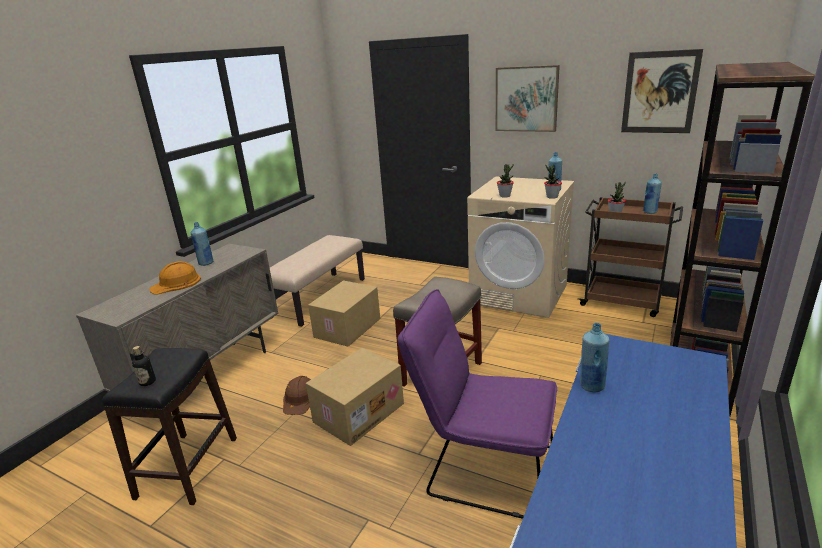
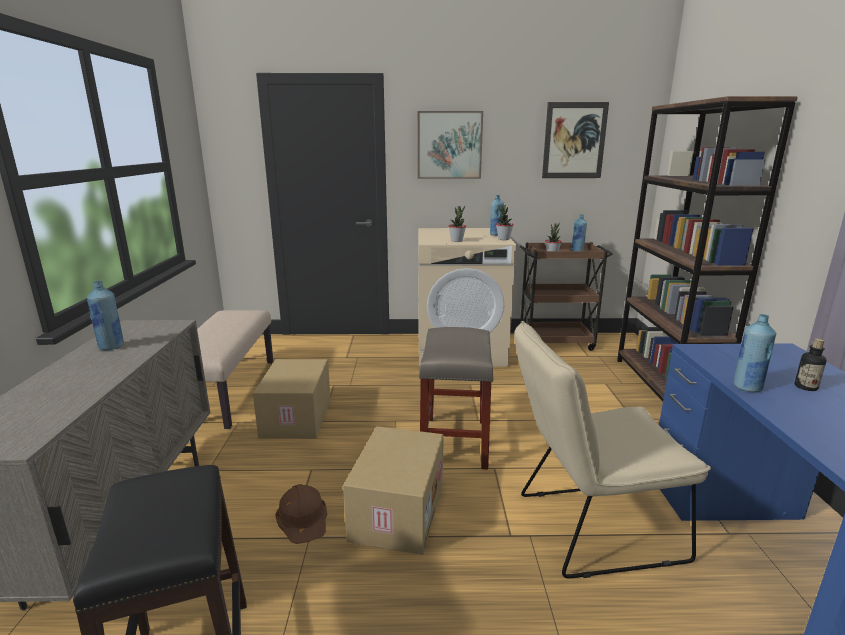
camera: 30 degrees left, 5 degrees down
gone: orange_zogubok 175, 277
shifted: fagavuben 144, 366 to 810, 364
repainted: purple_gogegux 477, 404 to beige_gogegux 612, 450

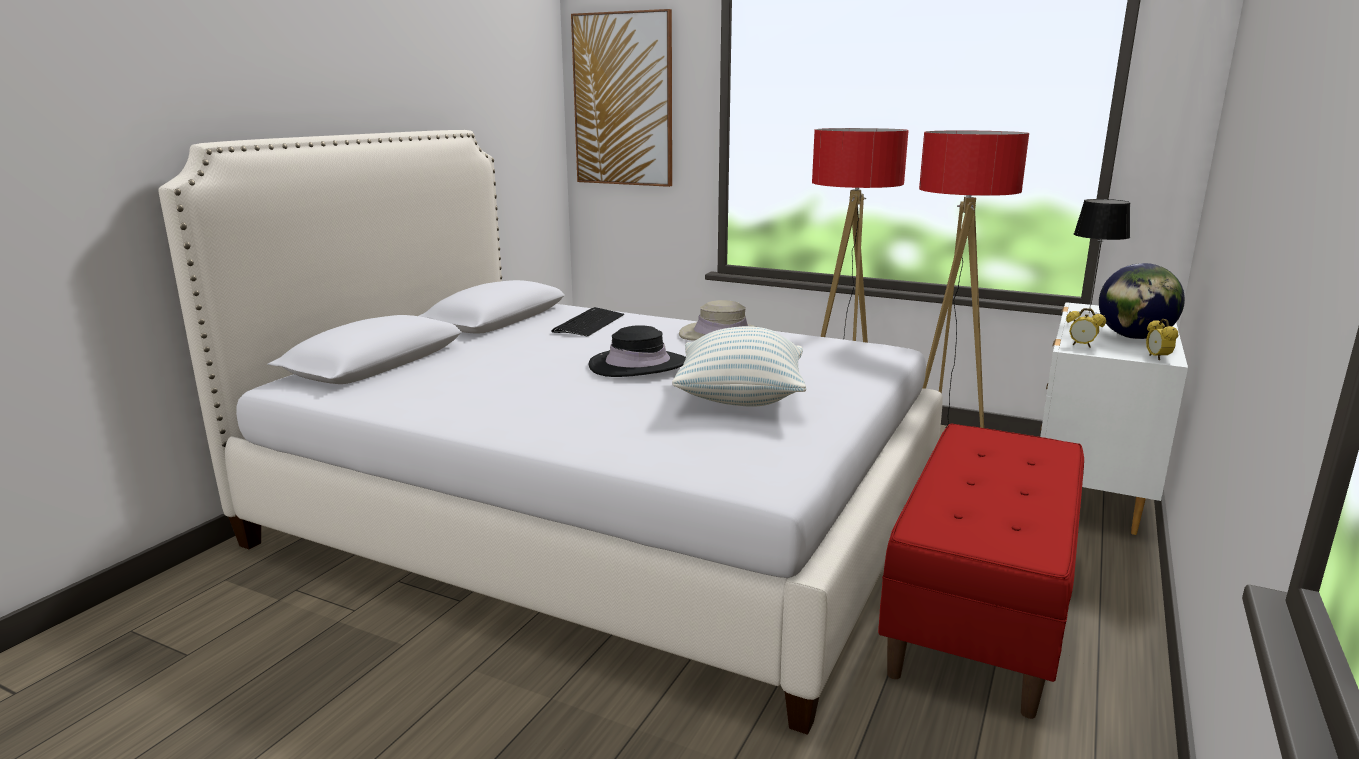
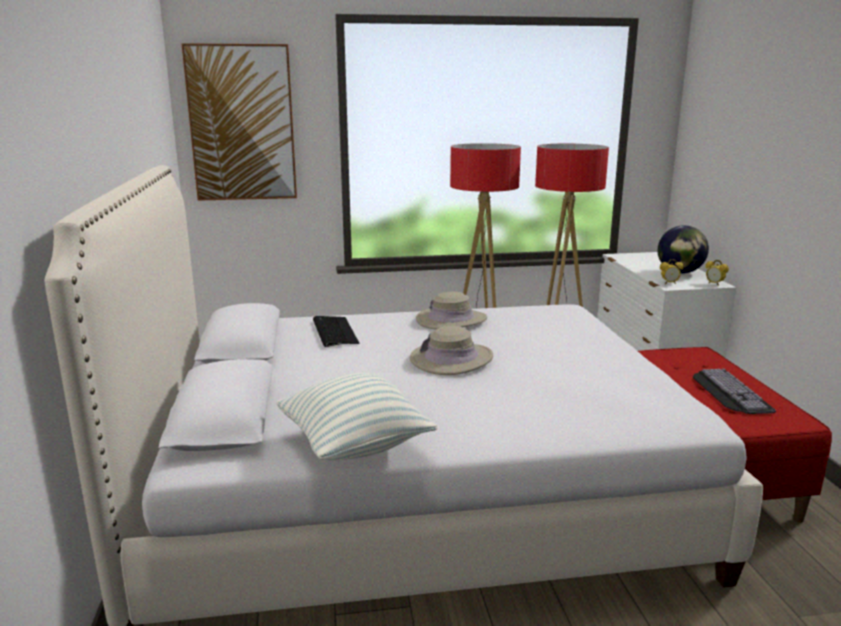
camera: 35 degrees left, 0 degrees up
gone: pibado 1102, 258
new: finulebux 734, 391
shifted: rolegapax 739, 366 to 357, 417
repainted: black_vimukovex 637, 351 to beige_vimukovex 451, 350

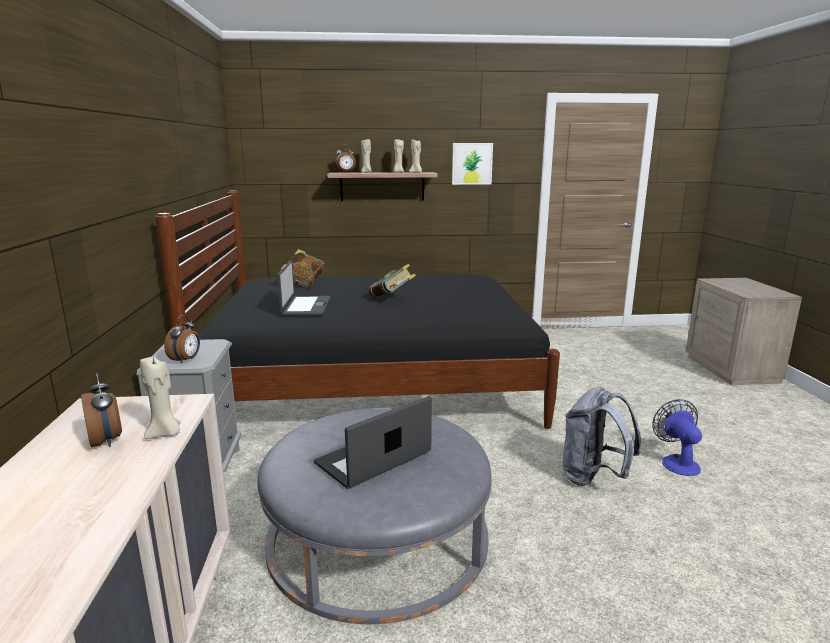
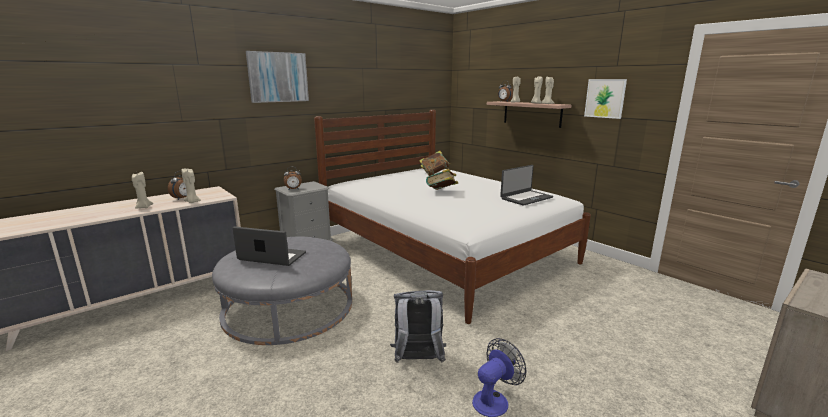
camera: 55 degrees right, 0 degrees up
new: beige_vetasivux 142, 190; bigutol 277, 77
shifted: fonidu 304, 288 to 526, 185
repainted: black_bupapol 357, 309 to white_bupapol 452, 217

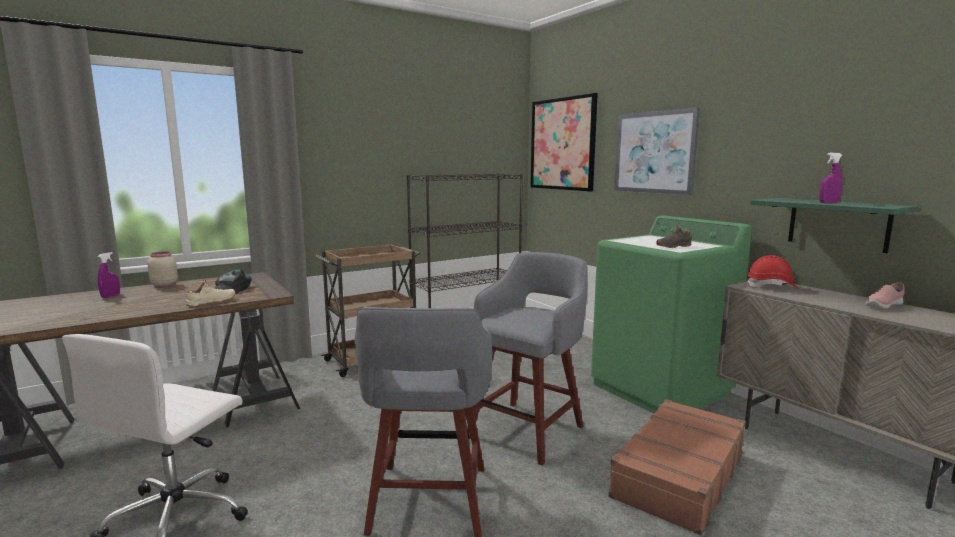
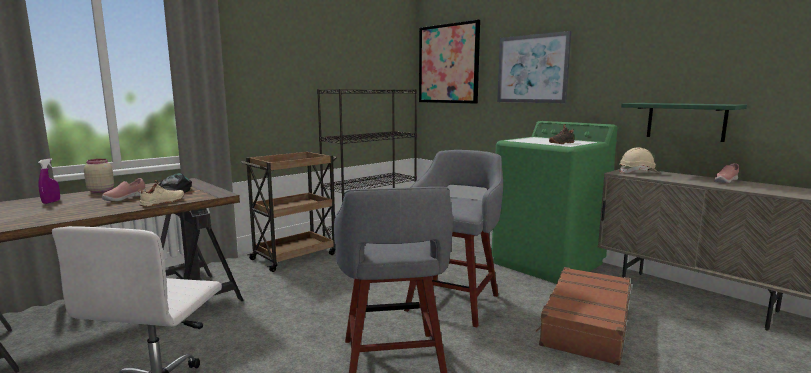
camera: 10 degrees left, 0 degrees up
gone: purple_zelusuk 831, 178
new: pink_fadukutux 124, 189
repainted: red_zogubok 772, 272 to beige_zogubok 639, 160

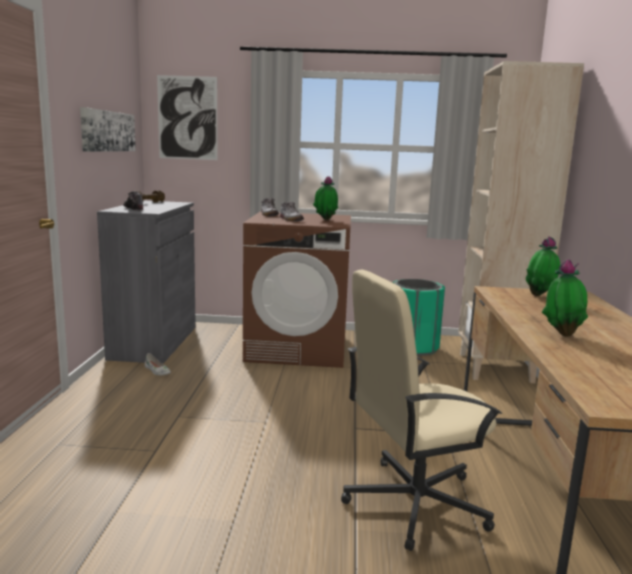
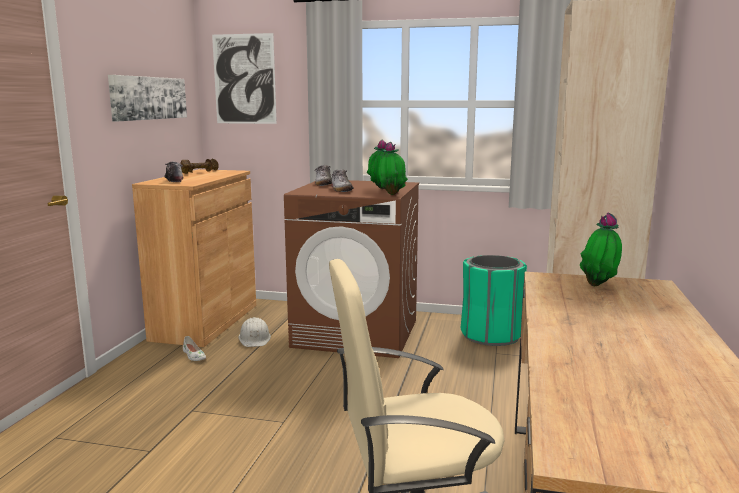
camera: 10 degrees right, 0 degrees up
new: white_zogubok 255, 332
shifted: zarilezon 565, 298 to 393, 168
repainted: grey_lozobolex 146, 282 to brown_lozobolex 194, 258

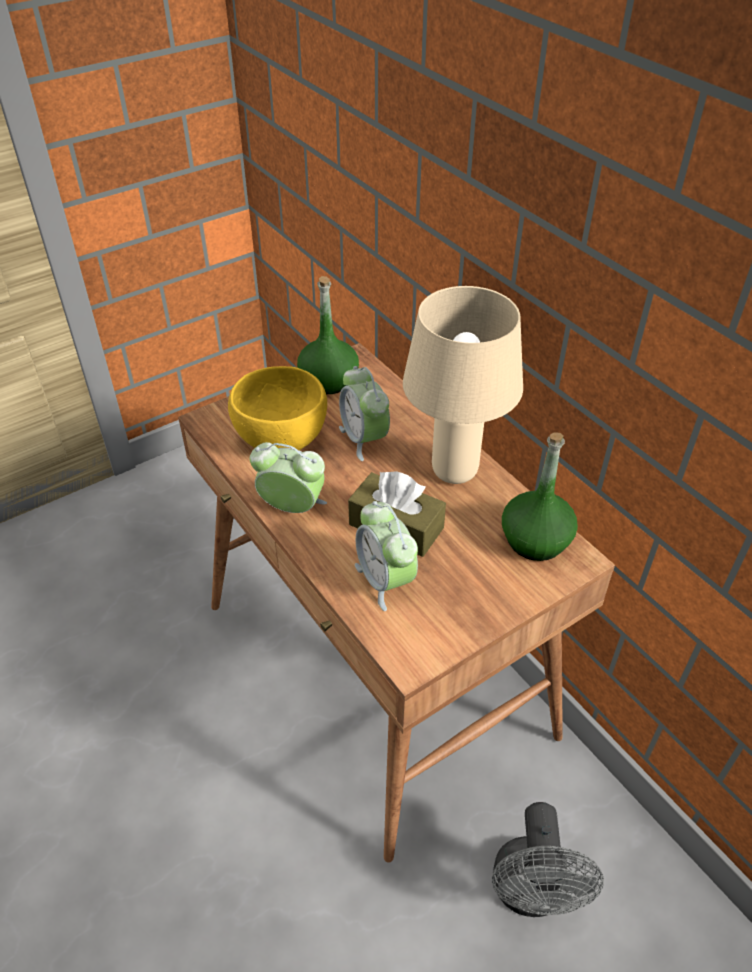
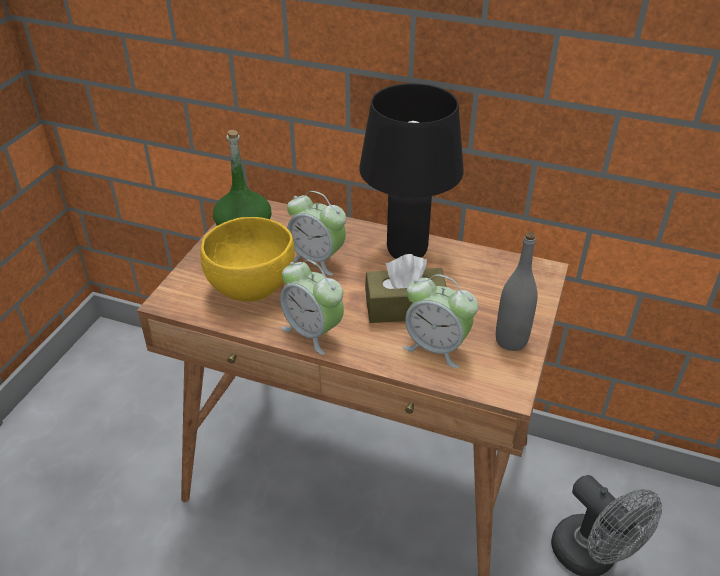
camera: 35 degrees left, 5 degrees down
gone: green_fagavuben 540, 496
new: grey_fagavuben 517, 291
repainted: beige_pibado 463, 385 to black_pibado 411, 171
rotated: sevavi 288, 477 = 312, 307 120 degrees counterclockwise

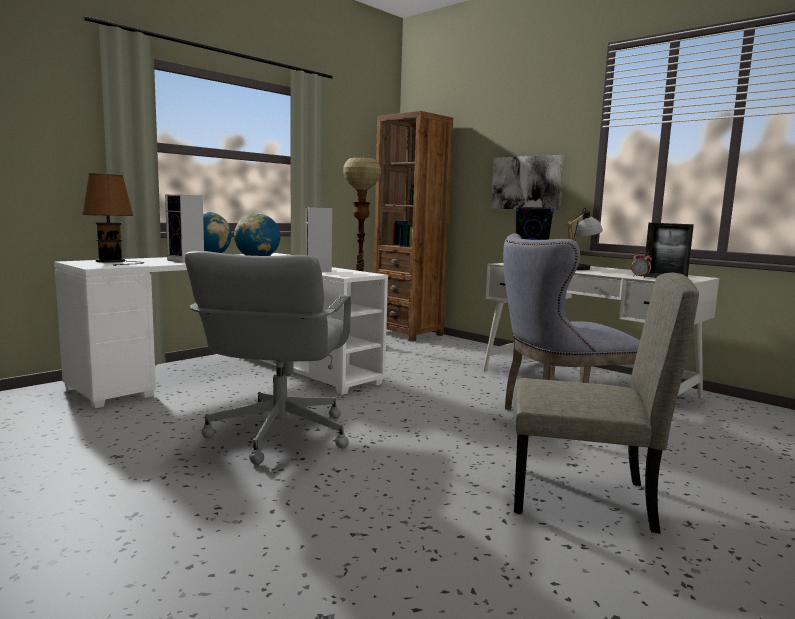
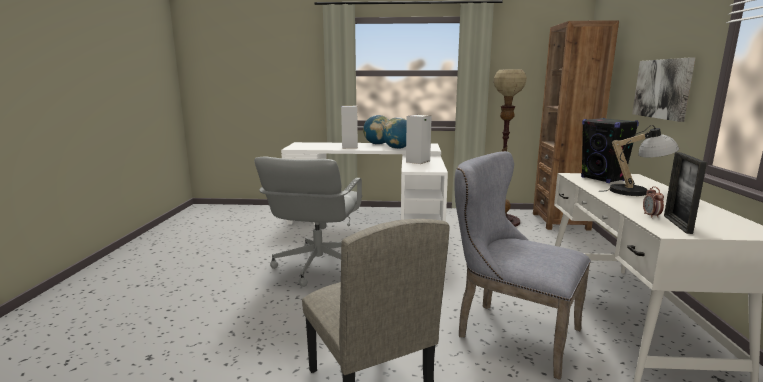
camera: 50 degrees right, 5 degrees up
gone: brown_pibado 113, 220
rotated: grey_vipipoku 267, 358 = 308, 222 45 degrees counterclockwise

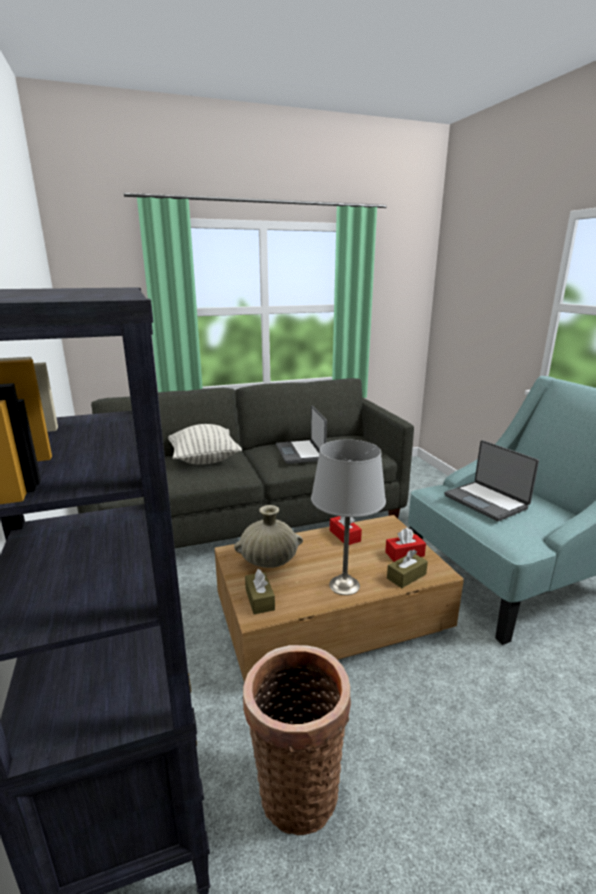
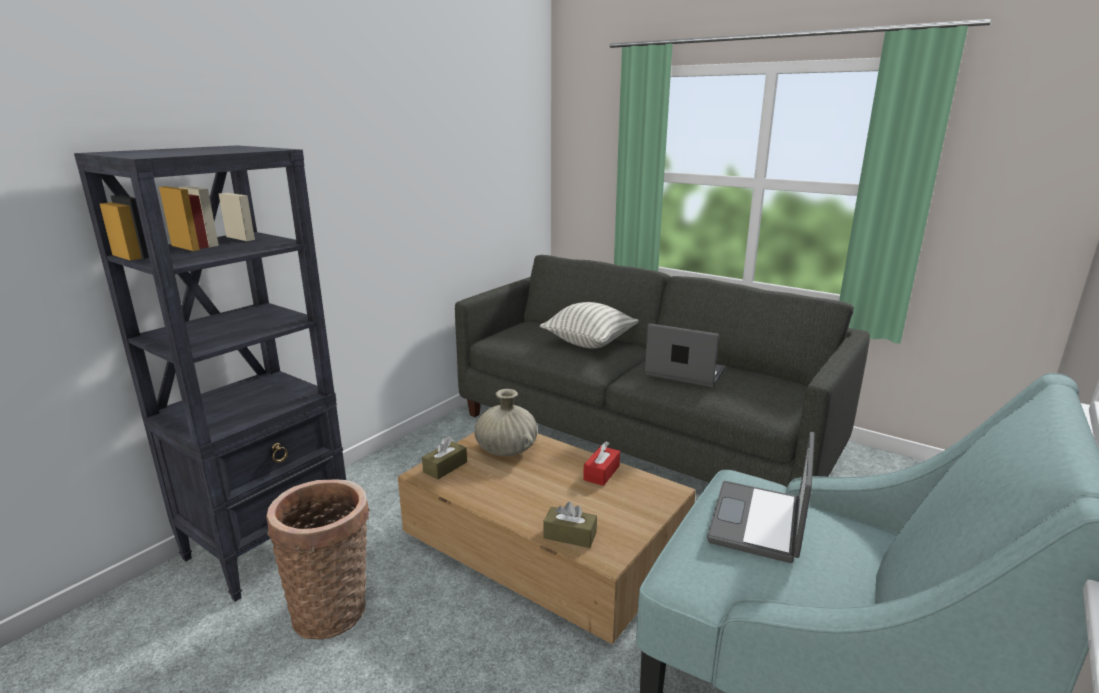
camera: 55 degrees right, 0 degrees up
gone: grey_pibado 348, 517; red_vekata 405, 545
rotated: fonidu 301, 435 = 685, 356 75 degrees clockwise

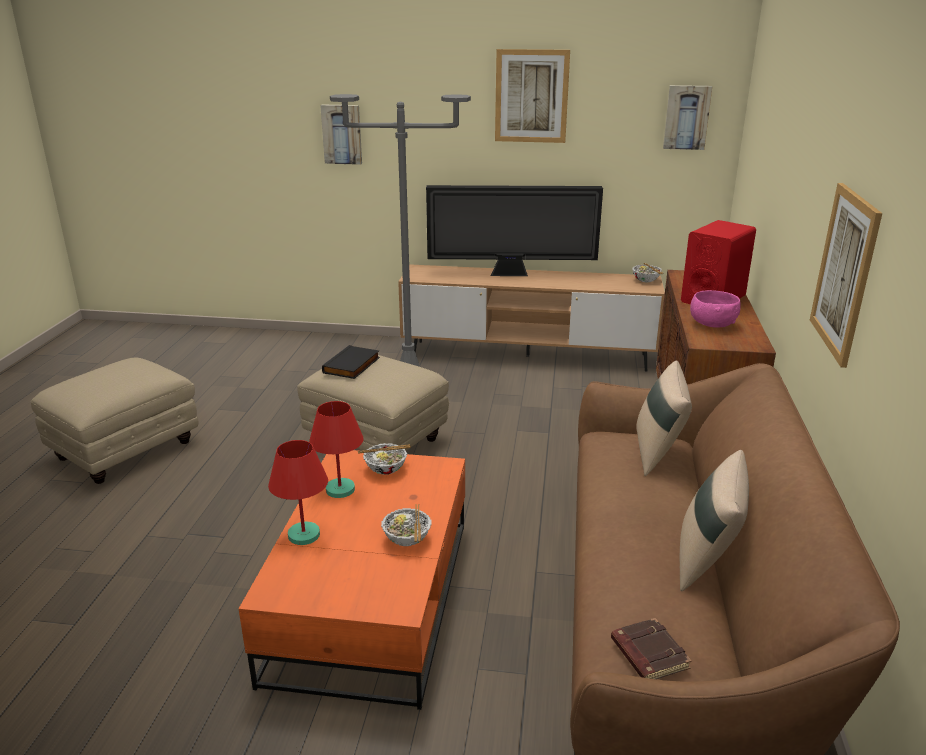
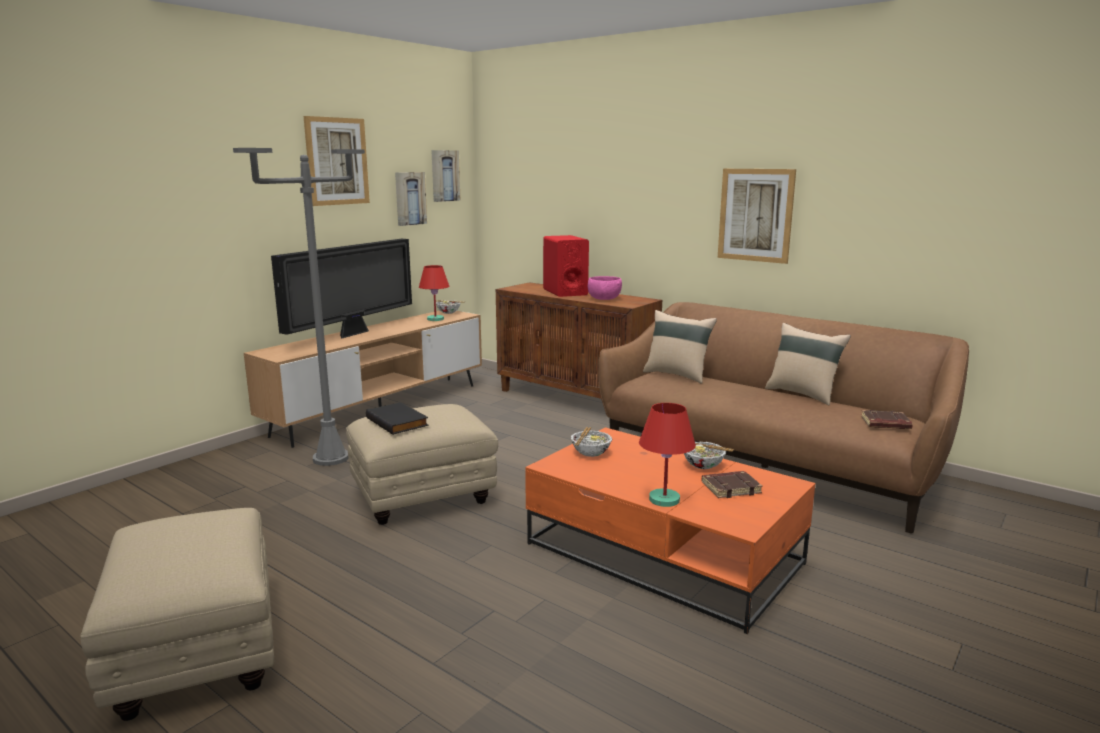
camera: 60 degrees left, 10 degrees down
new: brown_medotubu 732, 484
shifted: red_pibado 336, 449 to 434, 293; bigutol 341, 135 to 411, 199

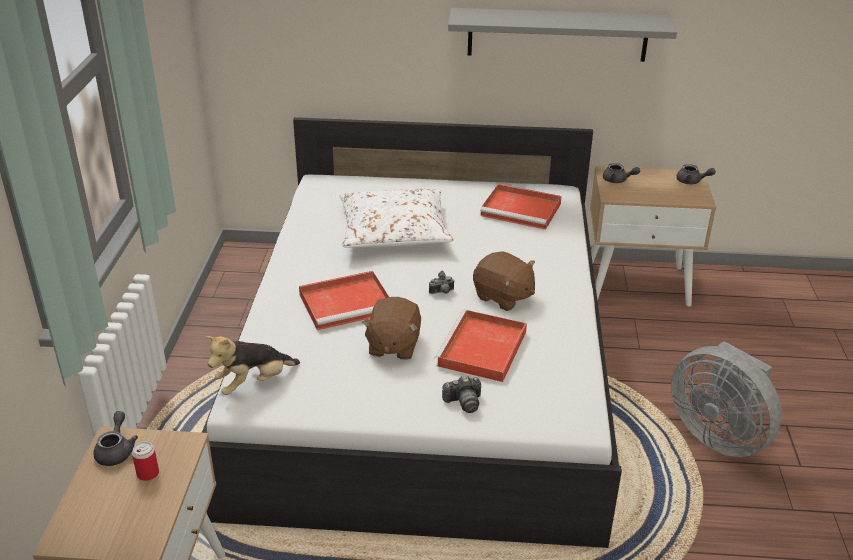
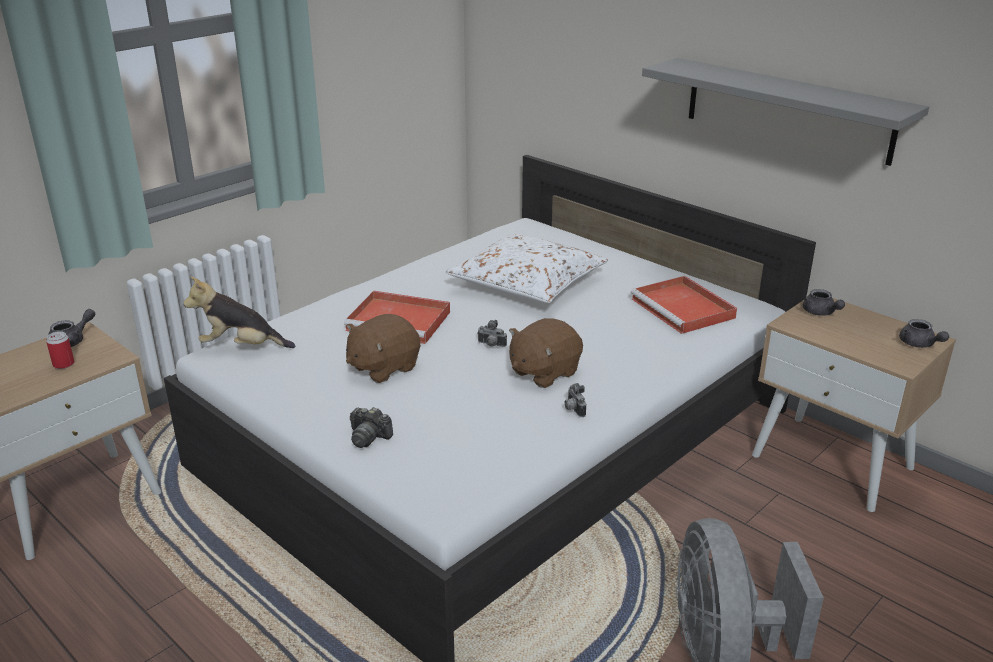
camera: 40 degrees right, 5 degrees down
gone: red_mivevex 481, 346
new: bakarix 575, 400
rotated: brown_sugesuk 504, 281 = 546, 353 60 degrees clockwise

